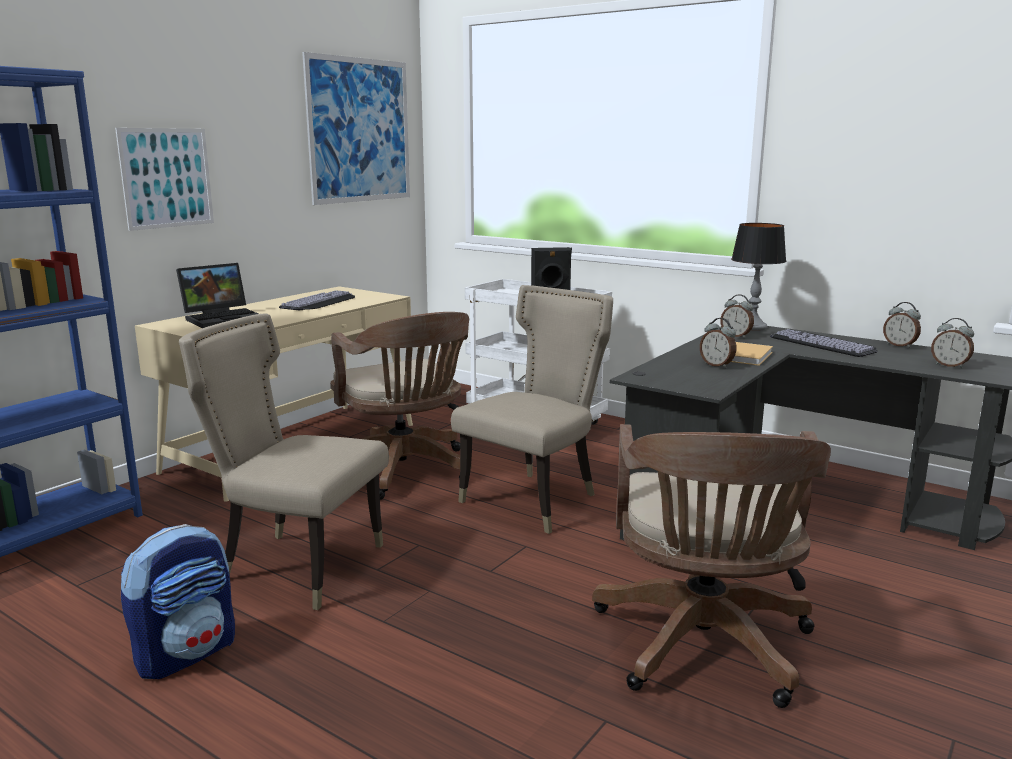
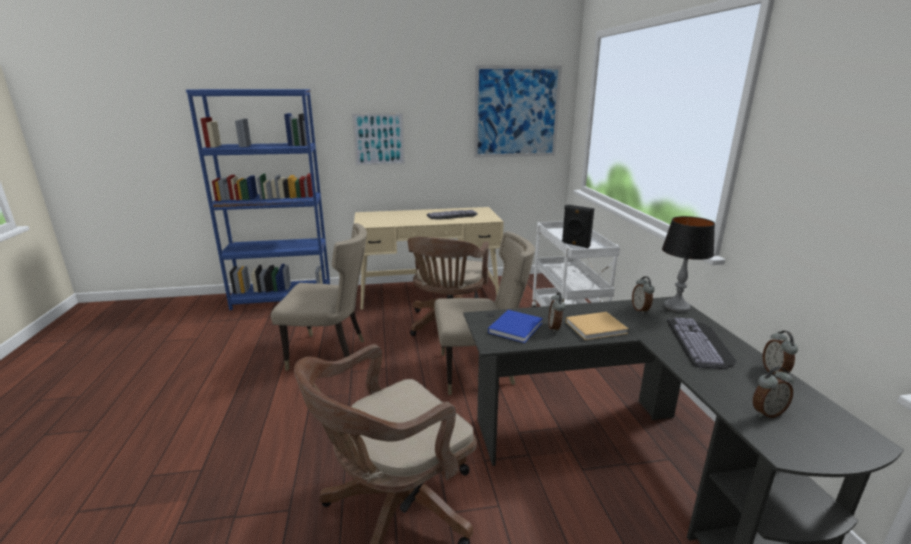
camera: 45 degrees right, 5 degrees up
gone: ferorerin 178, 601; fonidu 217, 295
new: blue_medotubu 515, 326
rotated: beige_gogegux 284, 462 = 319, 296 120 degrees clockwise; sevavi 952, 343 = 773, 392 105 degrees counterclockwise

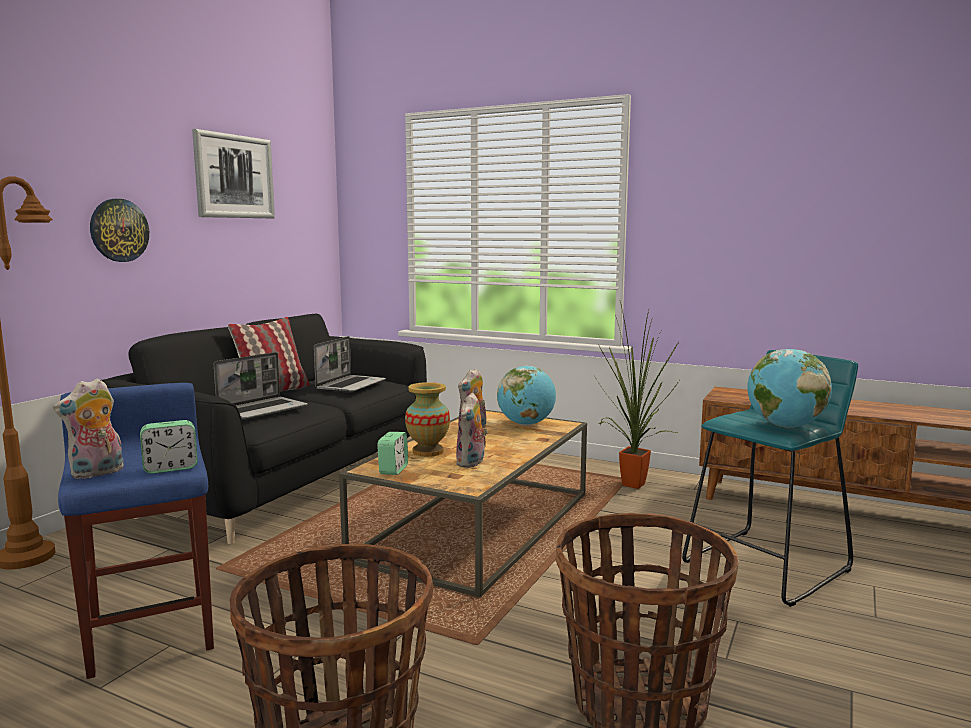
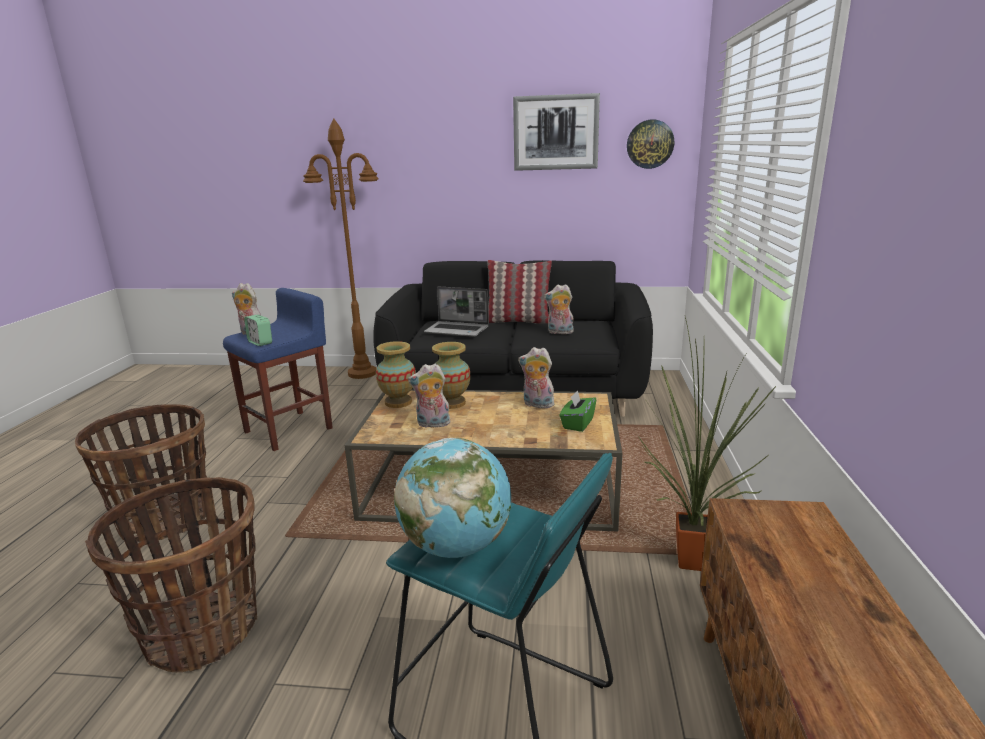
camera: 70 degrees right, 10 degrees up
shifted: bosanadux 119, 230 to 650, 144
swapped: fonidu 350, 364 to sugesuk 559, 309; sevavi 392, 453 to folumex 396, 374; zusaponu 526, 395 to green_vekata 577, 411

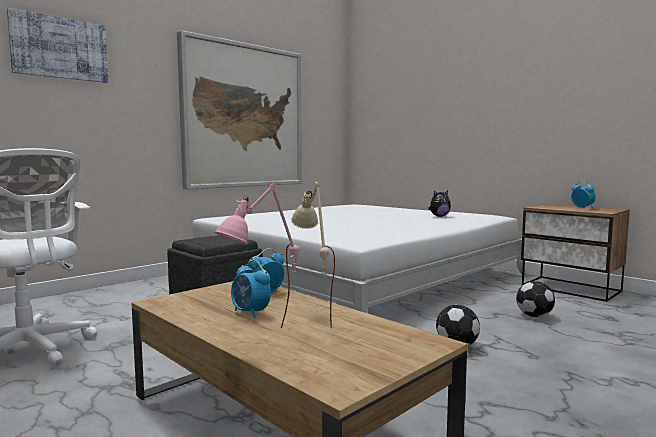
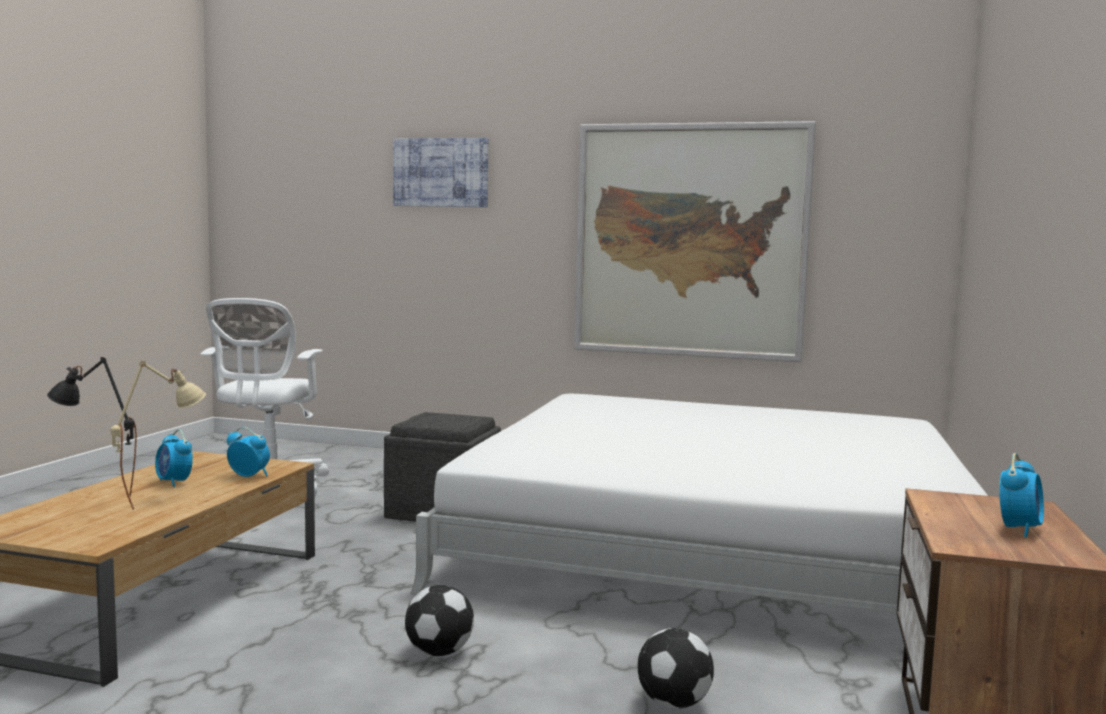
camera: 60 degrees right, 0 degrees up
gone: sugesuk 439, 203
repainted: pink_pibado 257, 256 to black_pibado 92, 427
rotated: sevavi 251, 289 = 174, 458 60 degrees counterclockwise

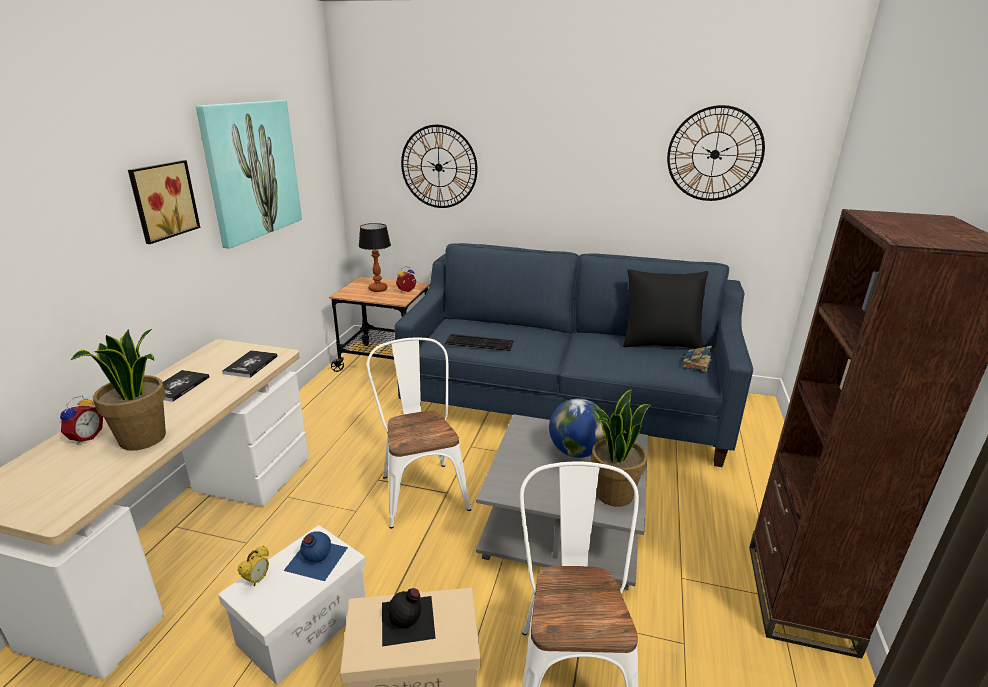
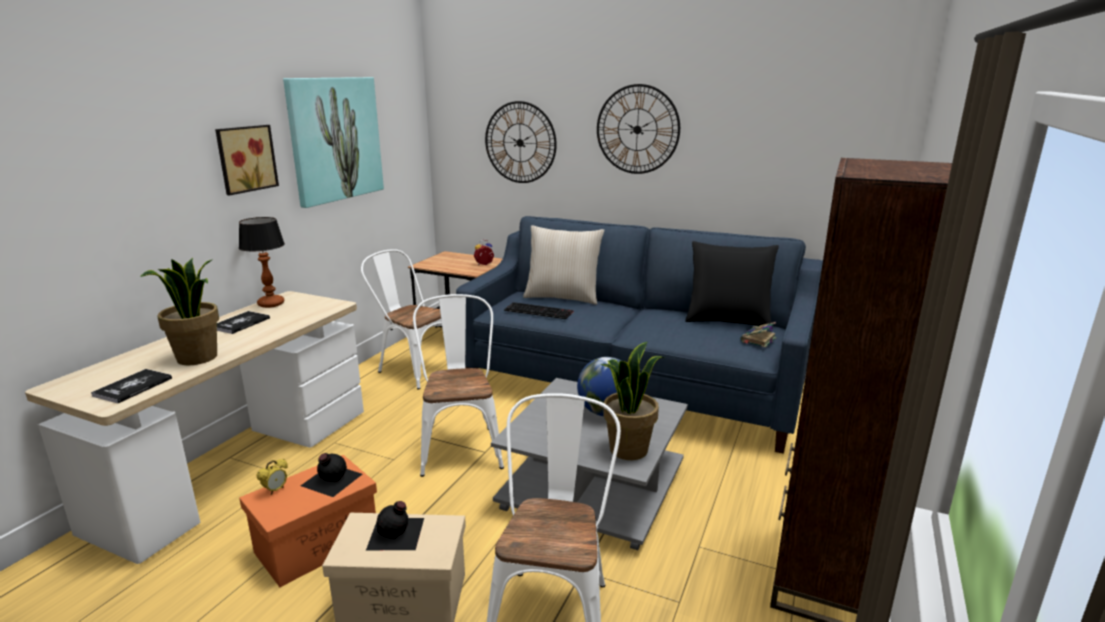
camera: 10 degrees right, 5 degrees down
gone: sevavi 81, 420
new: white_gogegux 401, 319; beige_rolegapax 563, 265
shifted: medotubu 250, 364 to 131, 386; pibado 374, 257 to 262, 262; bosanadux 716, 153 to 638, 129
repainted: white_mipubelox 292, 605 to orange_mipubelox 308, 521; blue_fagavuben 316, 556 to black_fagavuben 331, 475

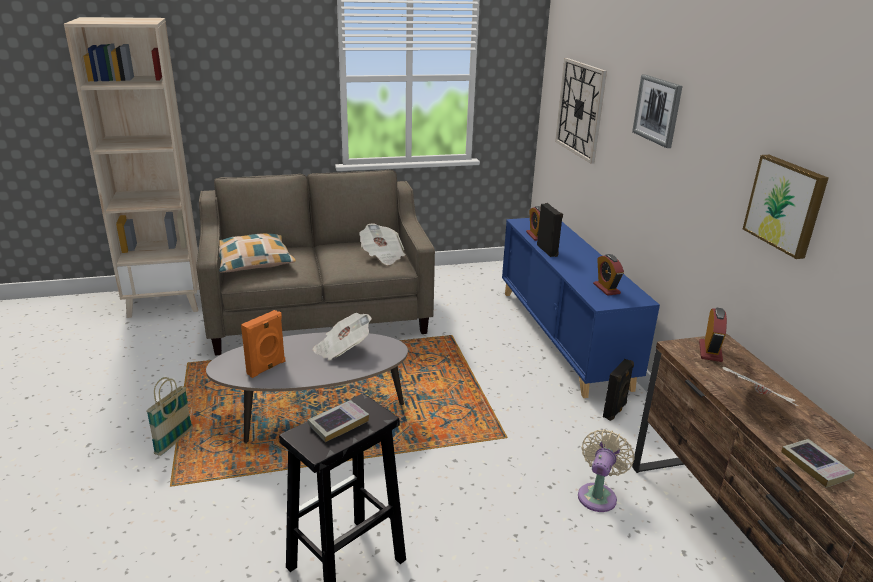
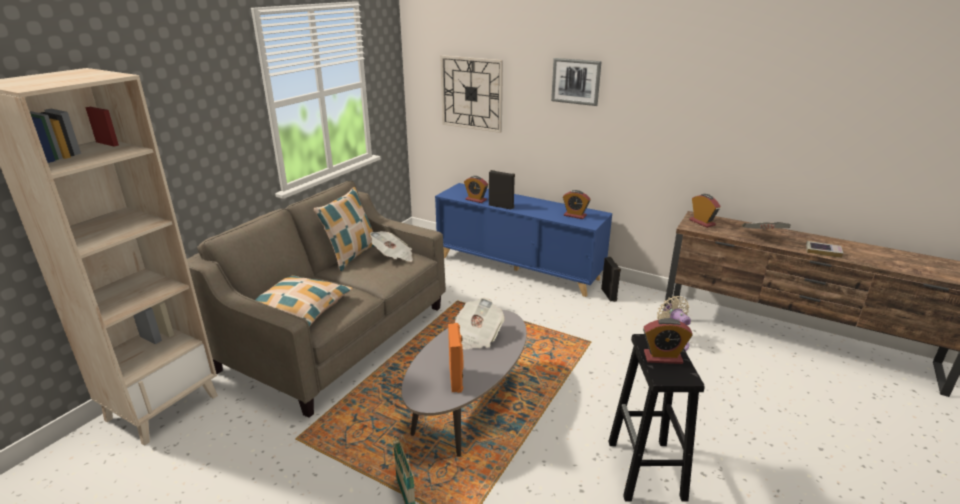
camera: 45 degrees left, 0 degrees up
gone: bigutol 785, 207
new: rolegapax 344, 229
swapped: medotubu 338, 421 to sevavi 668, 341

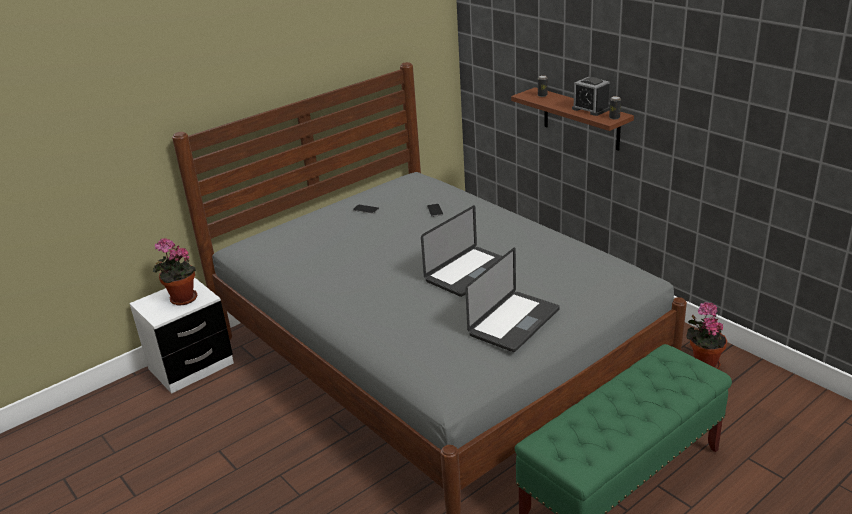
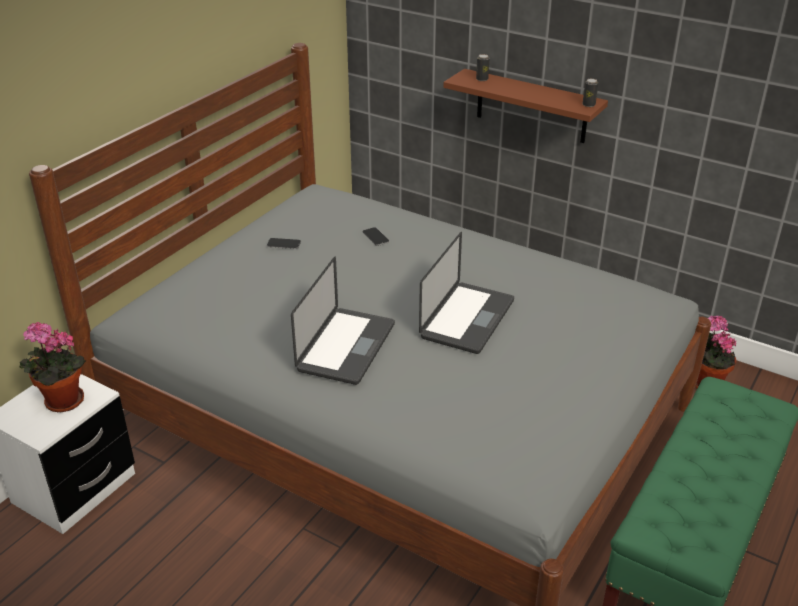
camera: 20 degrees left, 5 degrees up
gone: sevavi 591, 96
shifted: fonidu 512, 299 to 343, 321

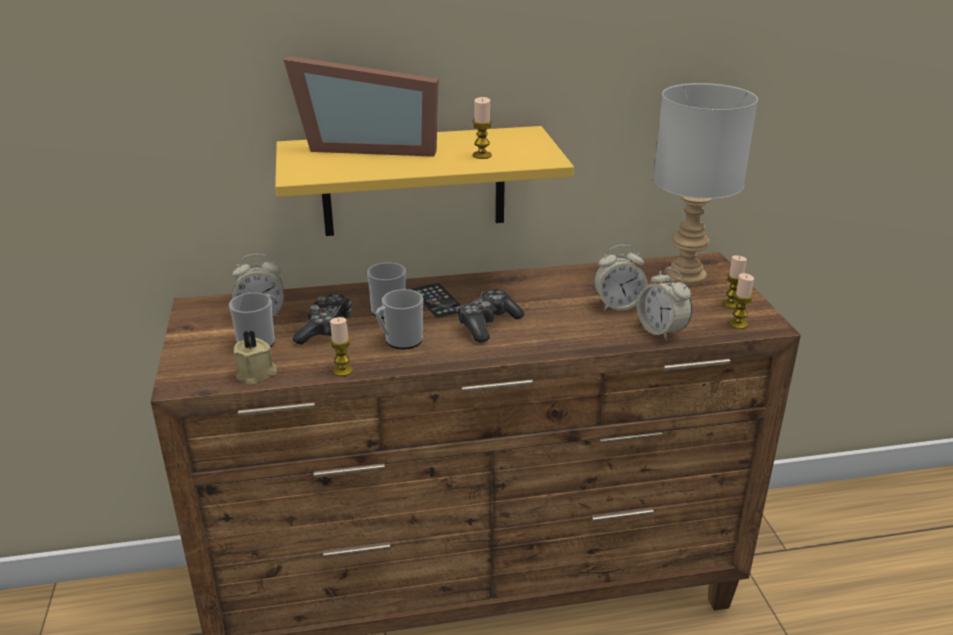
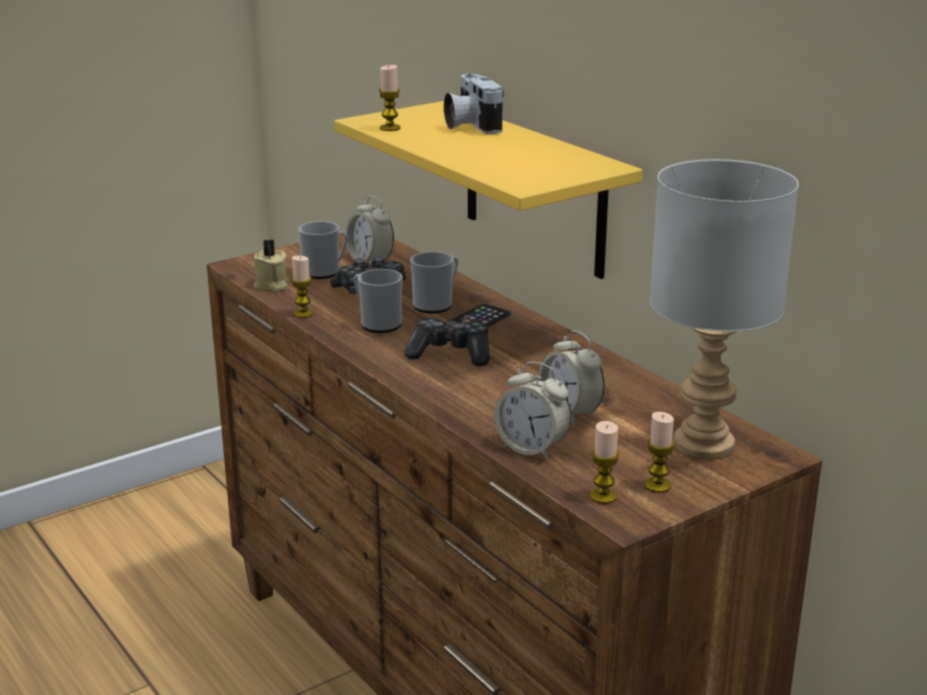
camera: 65 degrees right, 5 degrees down
shifted: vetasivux 482, 128 to 390, 98
swapped: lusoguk 361, 106 to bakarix 474, 103
rotated: sevavi 664, 304 = 533, 411 90 degrees counterclockwise

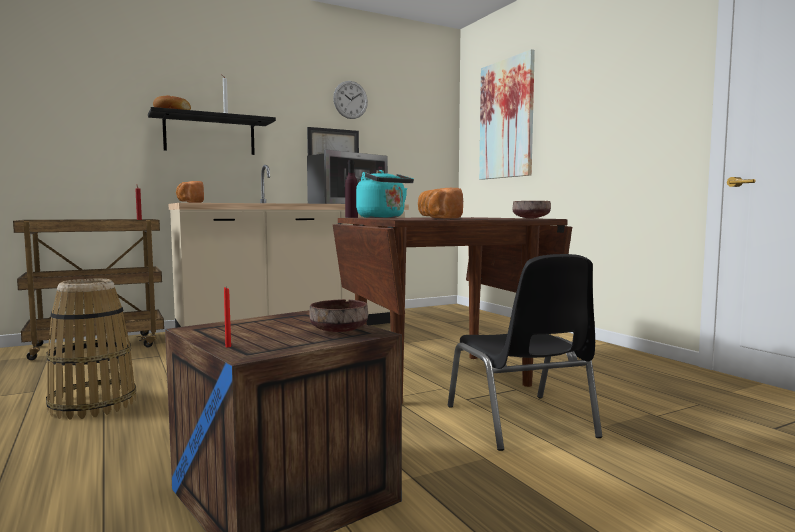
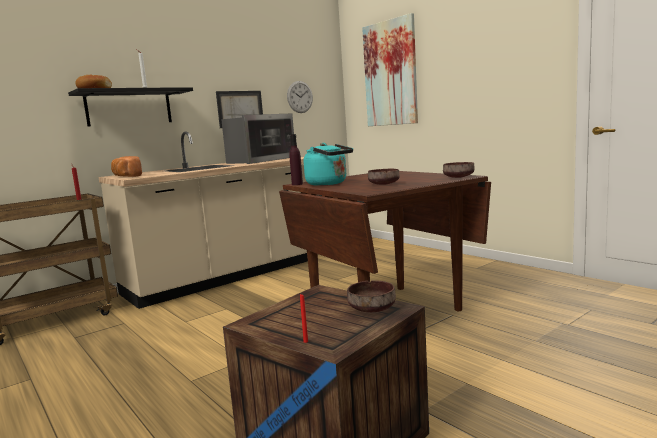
camera: 10 degrees left, 5 degrees up
gone: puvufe 91, 349; black_gogegux 525, 352
shifted: bosanadux 350, 100 to 300, 97
swapped: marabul 440, 203 to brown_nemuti 384, 177

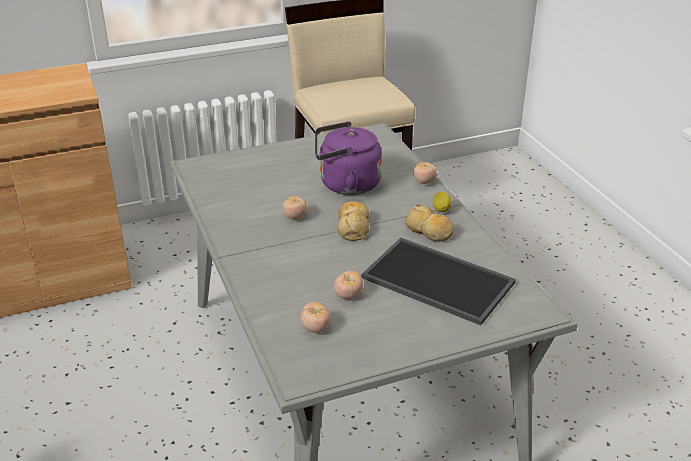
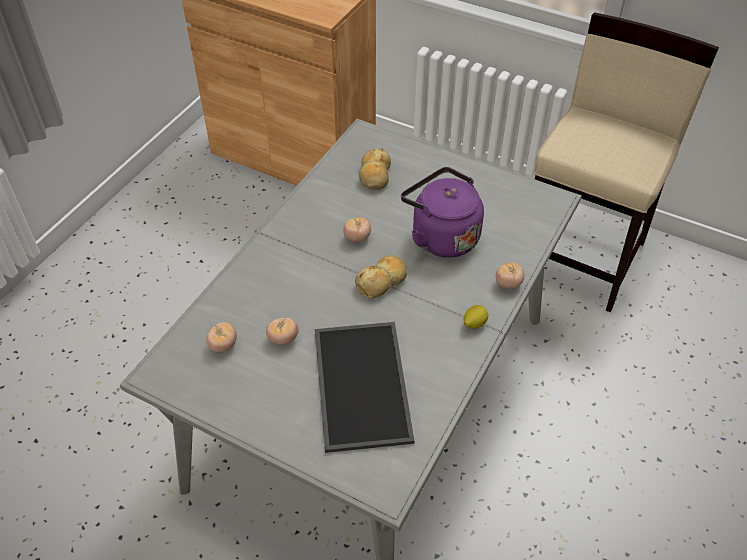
camera: 50 degrees right, 15 degrees up
shifted: marabul 429, 223 to 375, 169

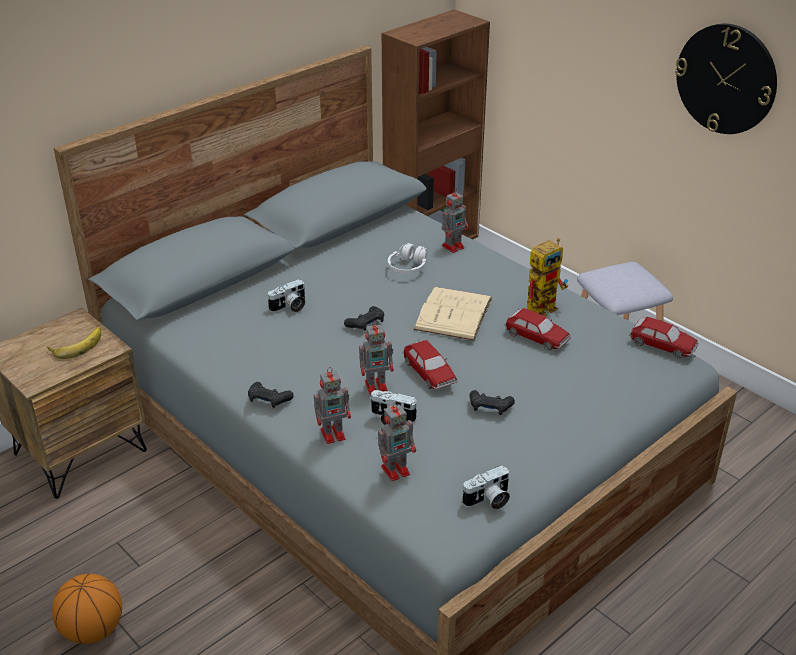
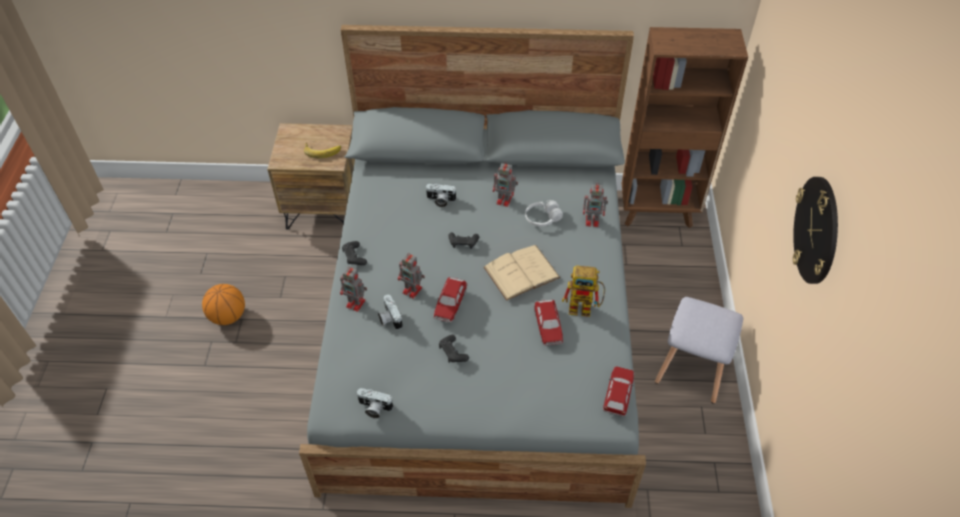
camera: 45 degrees right, 15 degrees up
shifted: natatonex 397, 441 to 505, 184
rotated: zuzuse 664, 337 = 618, 391 150 degrees counterclockwise

